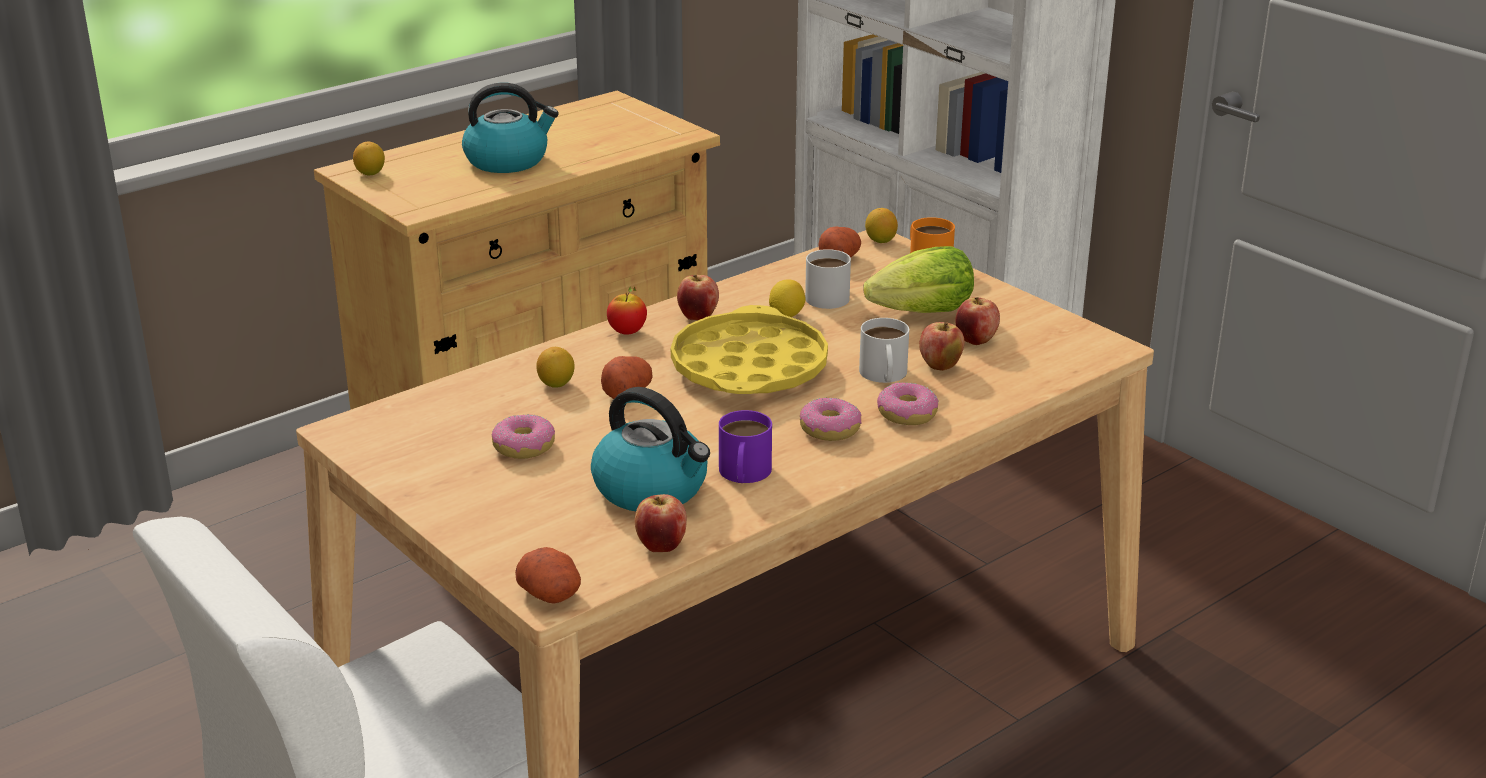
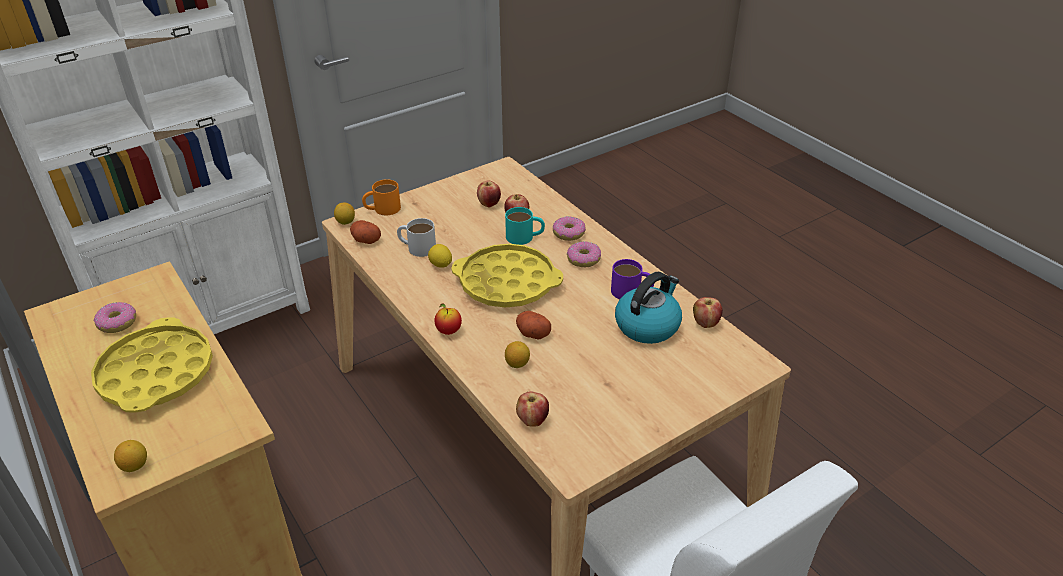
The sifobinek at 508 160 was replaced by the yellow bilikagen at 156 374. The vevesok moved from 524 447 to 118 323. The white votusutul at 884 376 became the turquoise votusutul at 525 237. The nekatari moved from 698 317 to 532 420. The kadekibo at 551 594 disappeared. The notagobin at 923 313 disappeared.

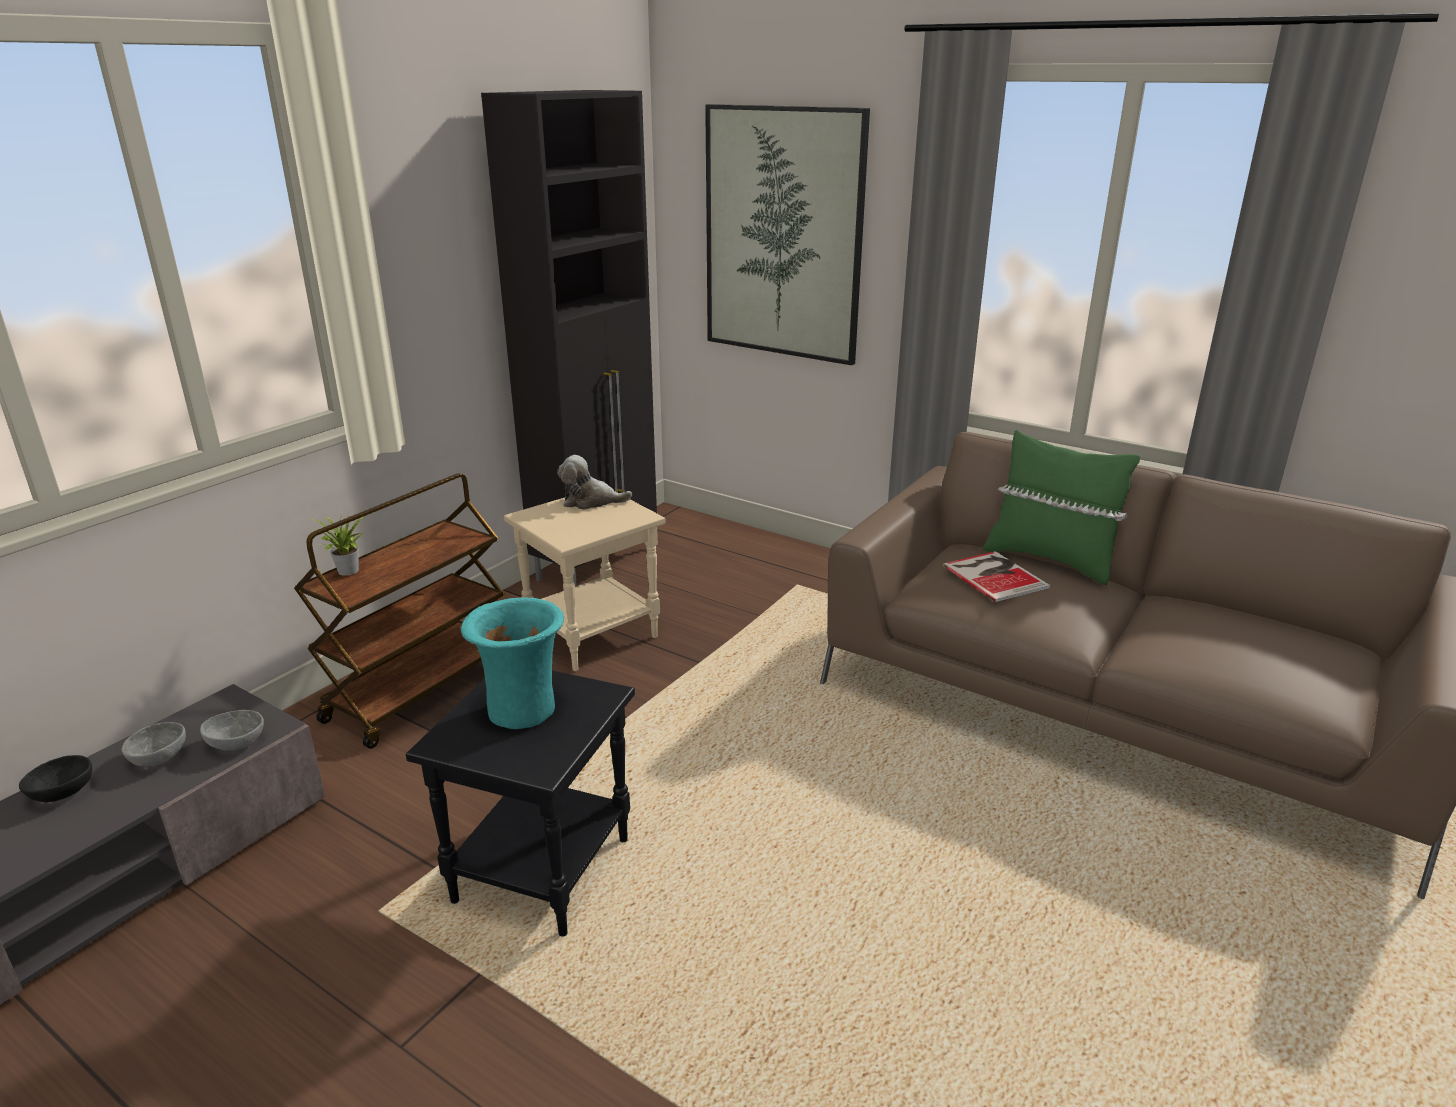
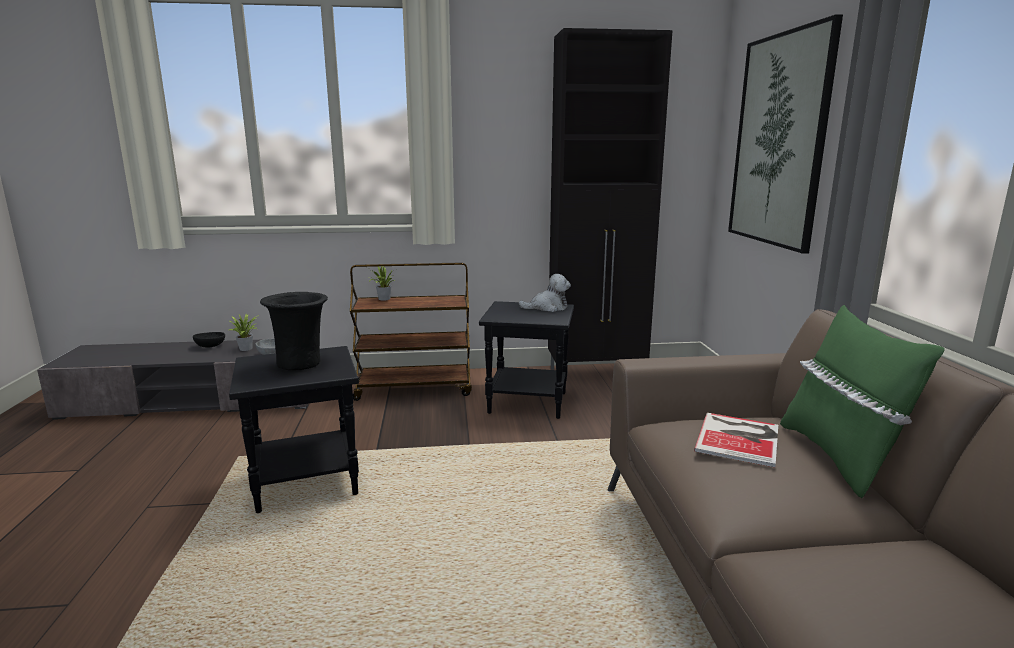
The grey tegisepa at 158 758 was replaced by the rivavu at 247 348. The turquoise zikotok at 521 710 became the black zikotok at 300 363. The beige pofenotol at 592 635 became the black pofenotol at 528 402. The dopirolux at 590 501 turned 120 degrees clockwise.

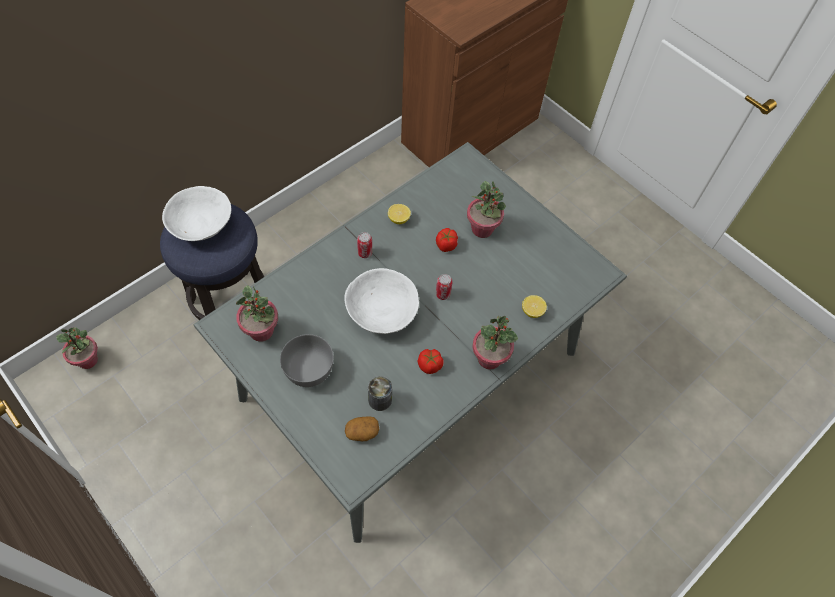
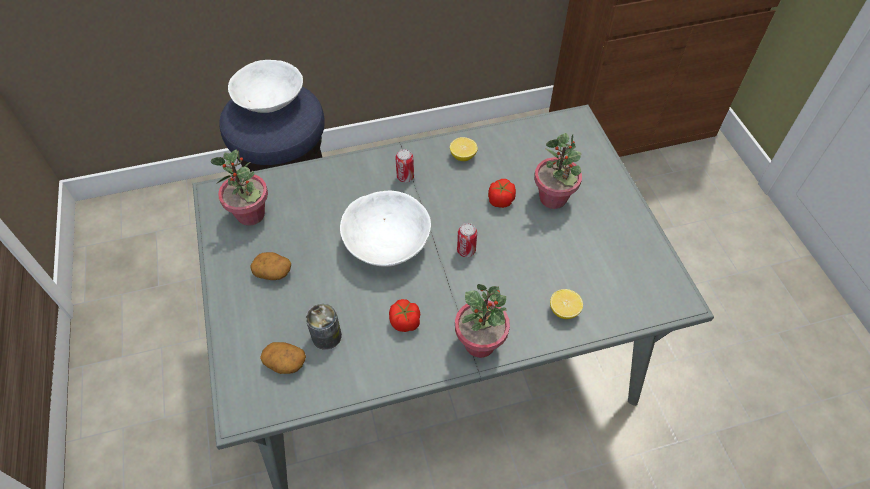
The grey tegisepa at 309 369 was replaced by the kadekibo at 273 272. The rivavu at 88 360 disappeared.

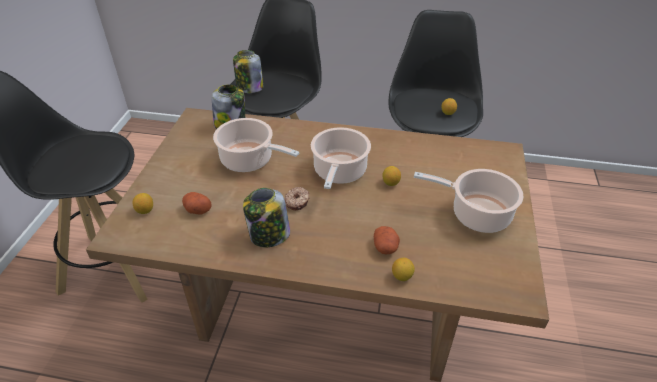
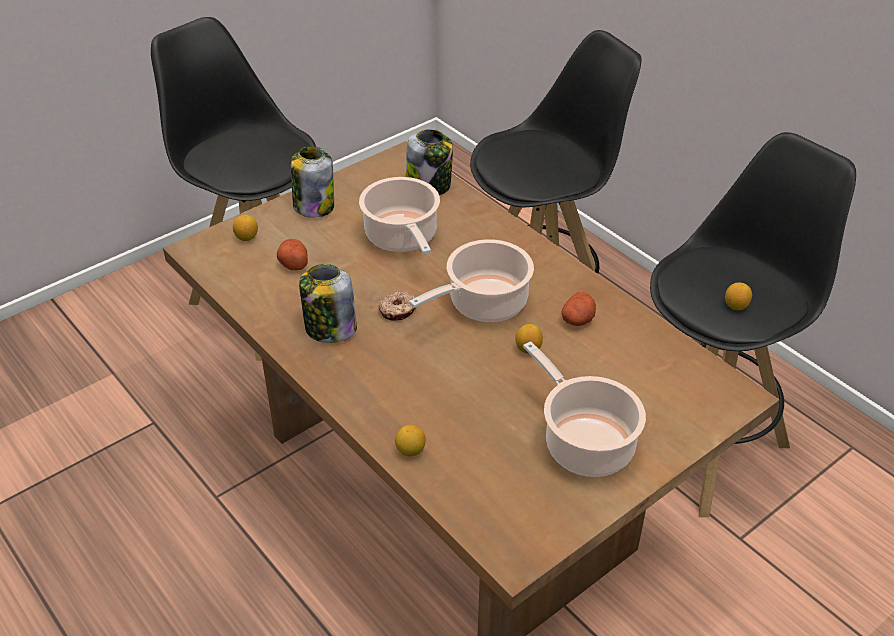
The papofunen moved from 249 88 to 313 206. The kadekibo moved from 386 247 to 578 319.

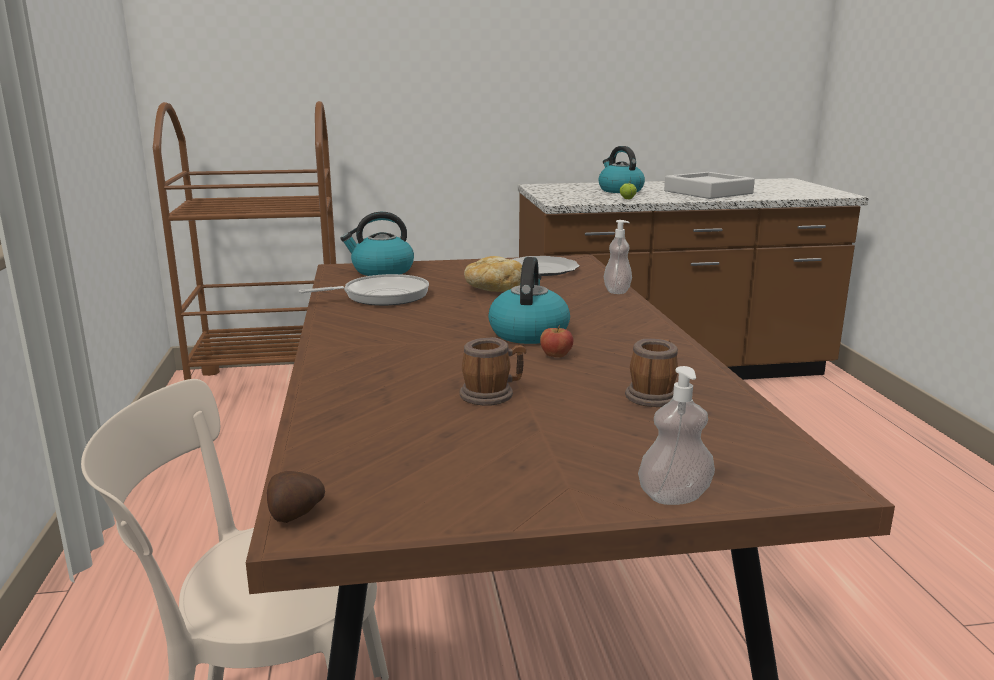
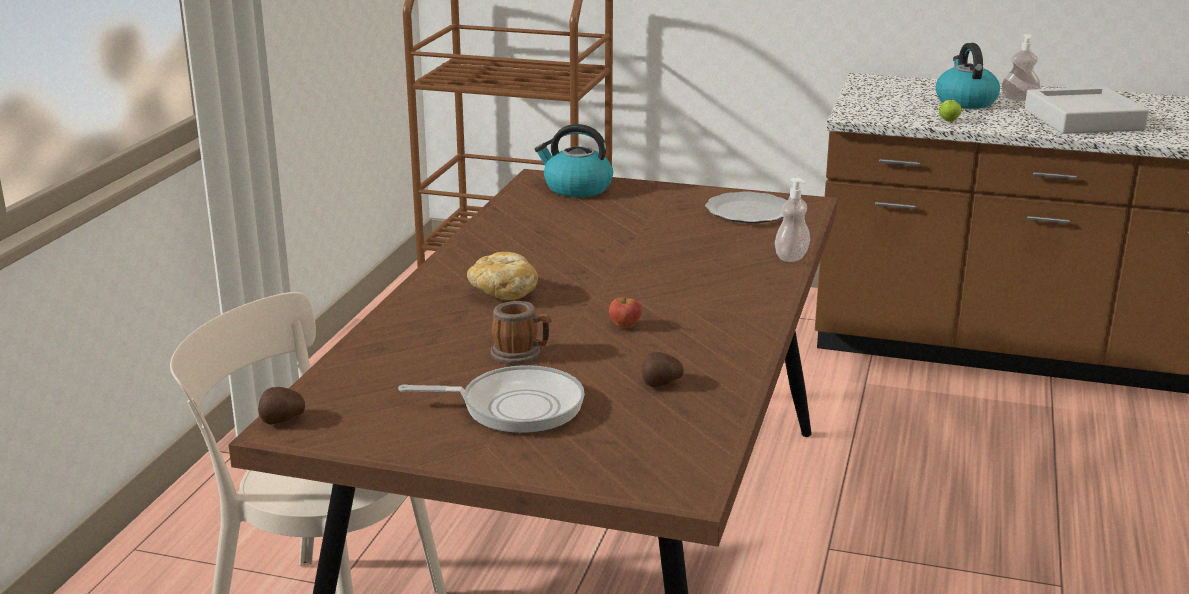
The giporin moved from 381 296 to 515 407. The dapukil moved from 492 289 to 503 293. The votusutul at 654 394 was replaced by the kadekibo at 660 384. The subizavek moved from 674 497 to 1019 99. The sifobinek at 528 333 disappeared.

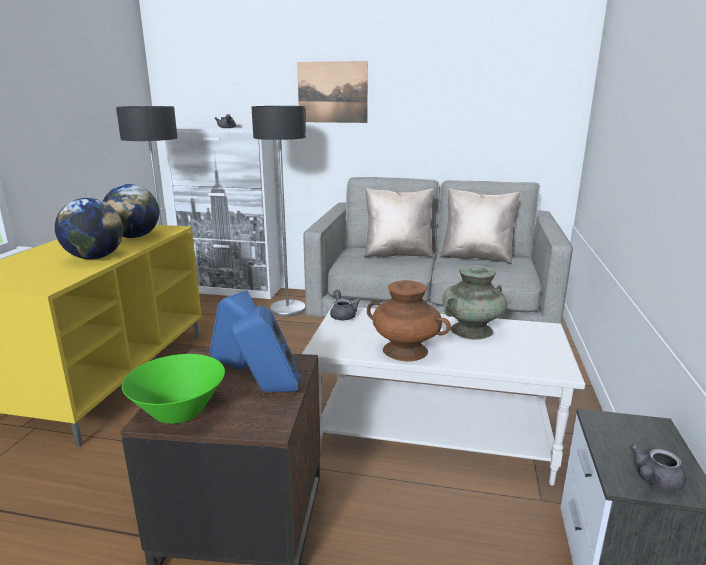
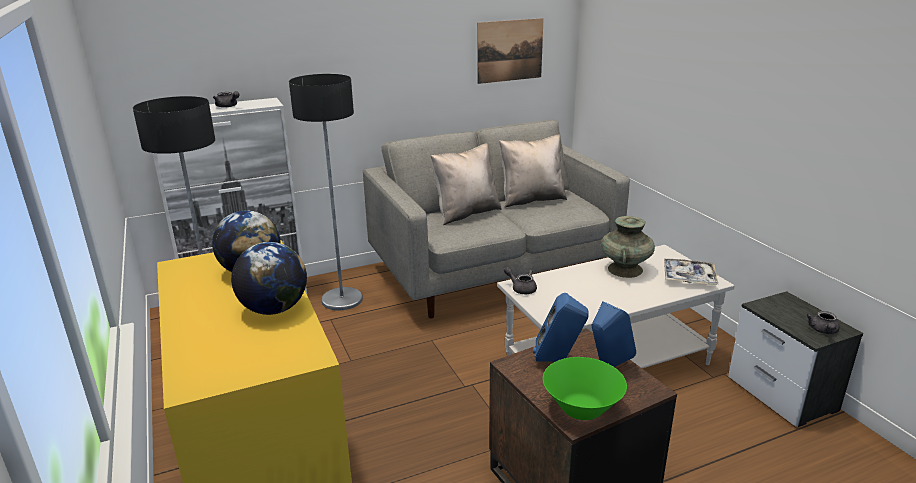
The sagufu moved from 332 92 to 510 50. The bilikagen at 688 277 appeared. The brown zikotok at 405 351 disappeared.

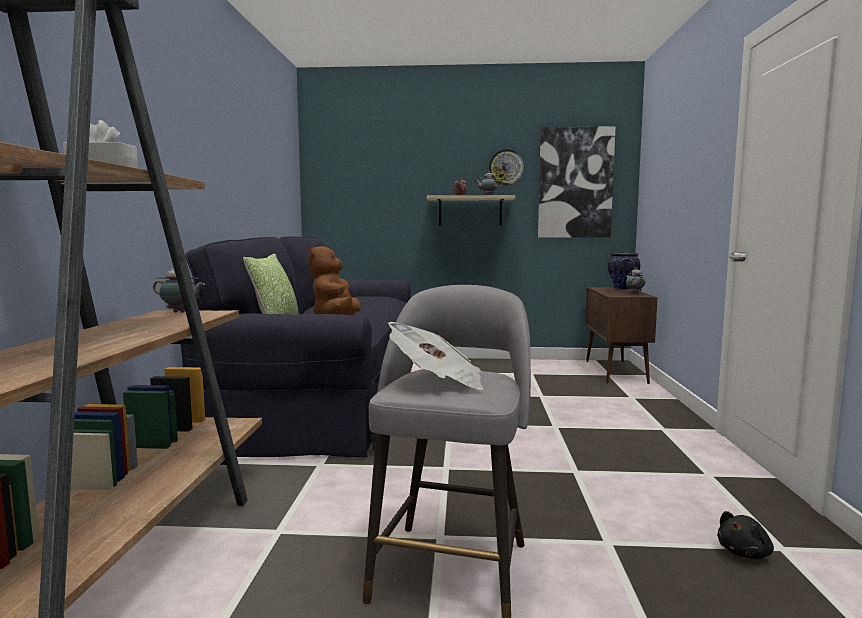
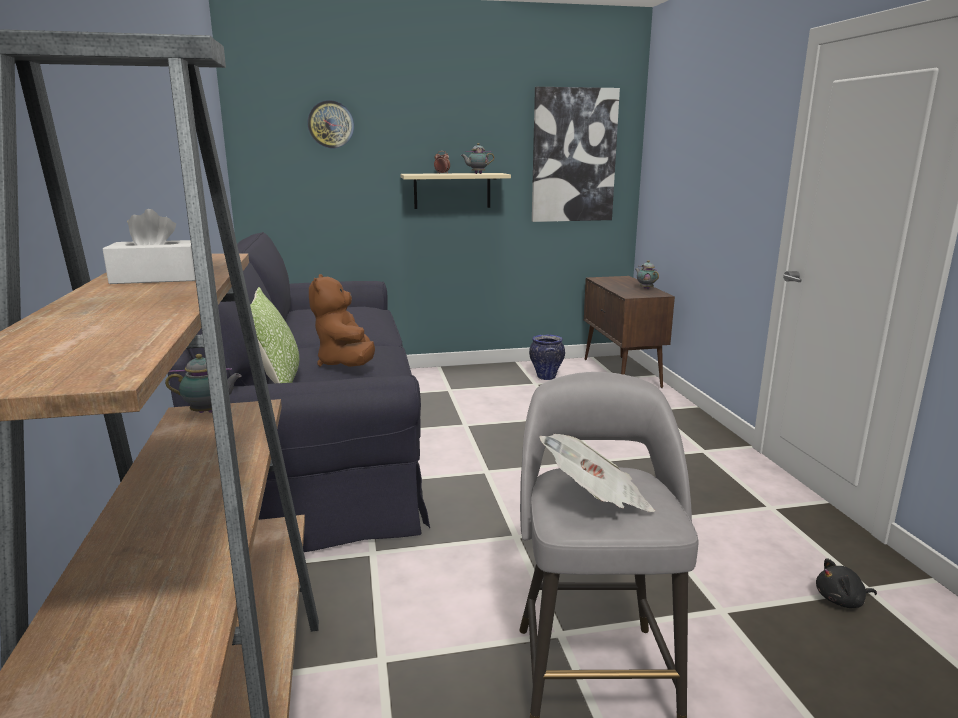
The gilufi moved from 506 167 to 331 124. The zikotok moved from 622 288 to 546 377. The black dopirolux at 745 553 turned 45 degrees clockwise.

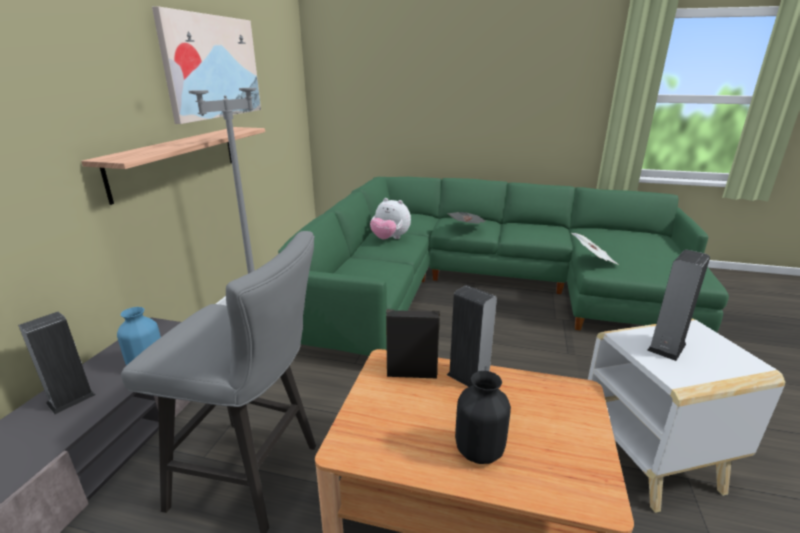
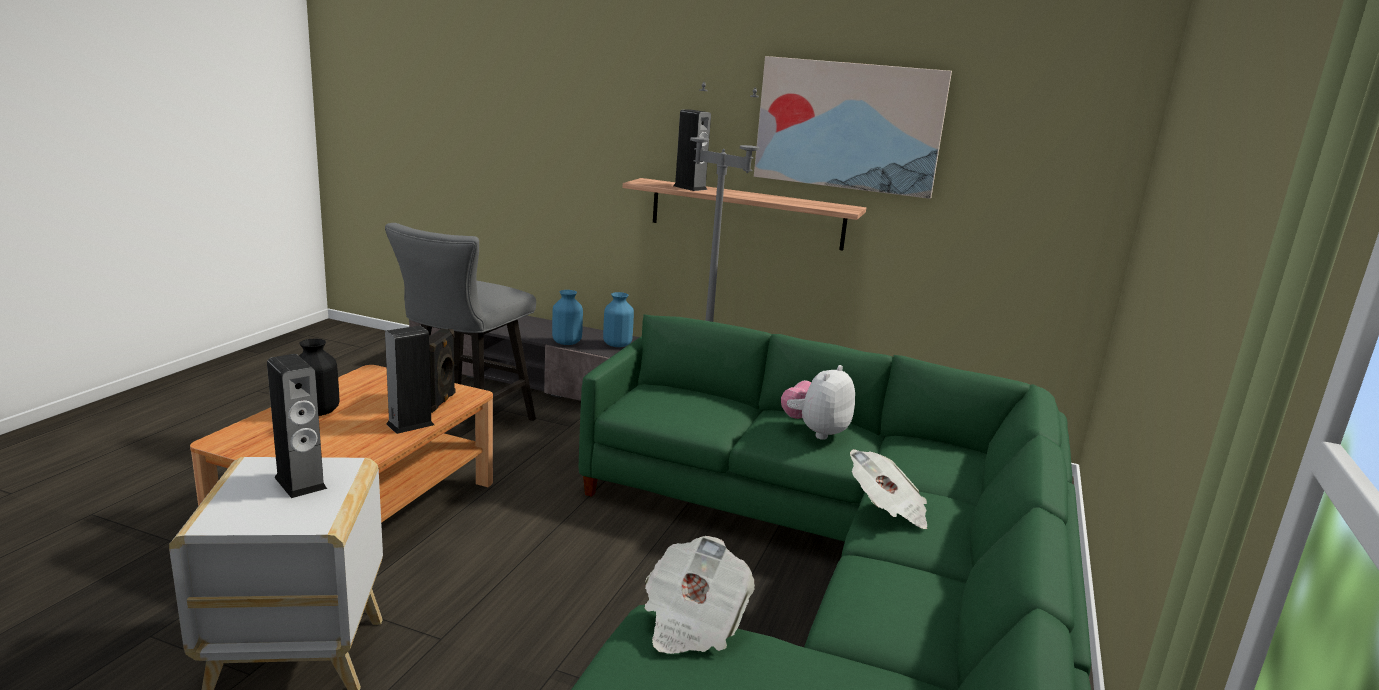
The blue zikotok at 617 345 appeared. The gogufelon moved from 71 399 to 690 187.

